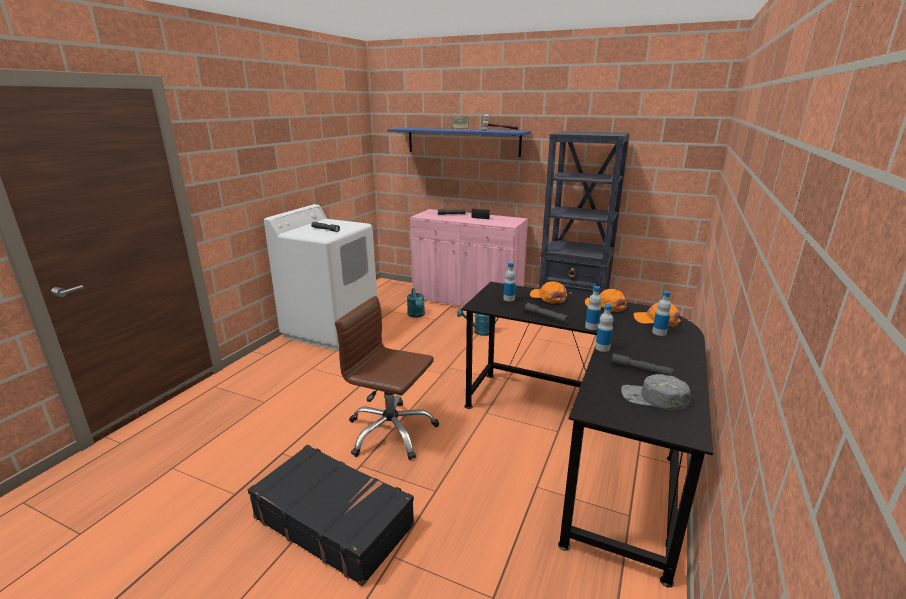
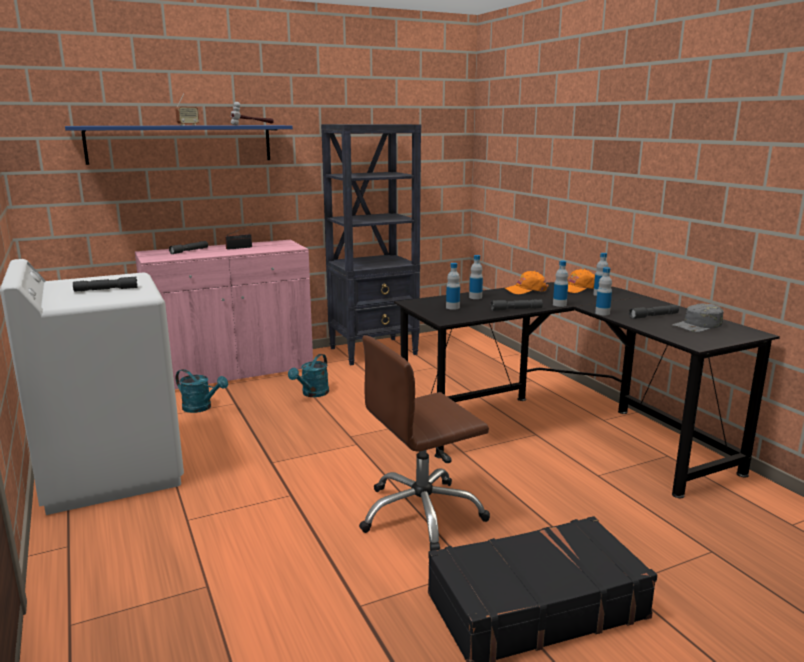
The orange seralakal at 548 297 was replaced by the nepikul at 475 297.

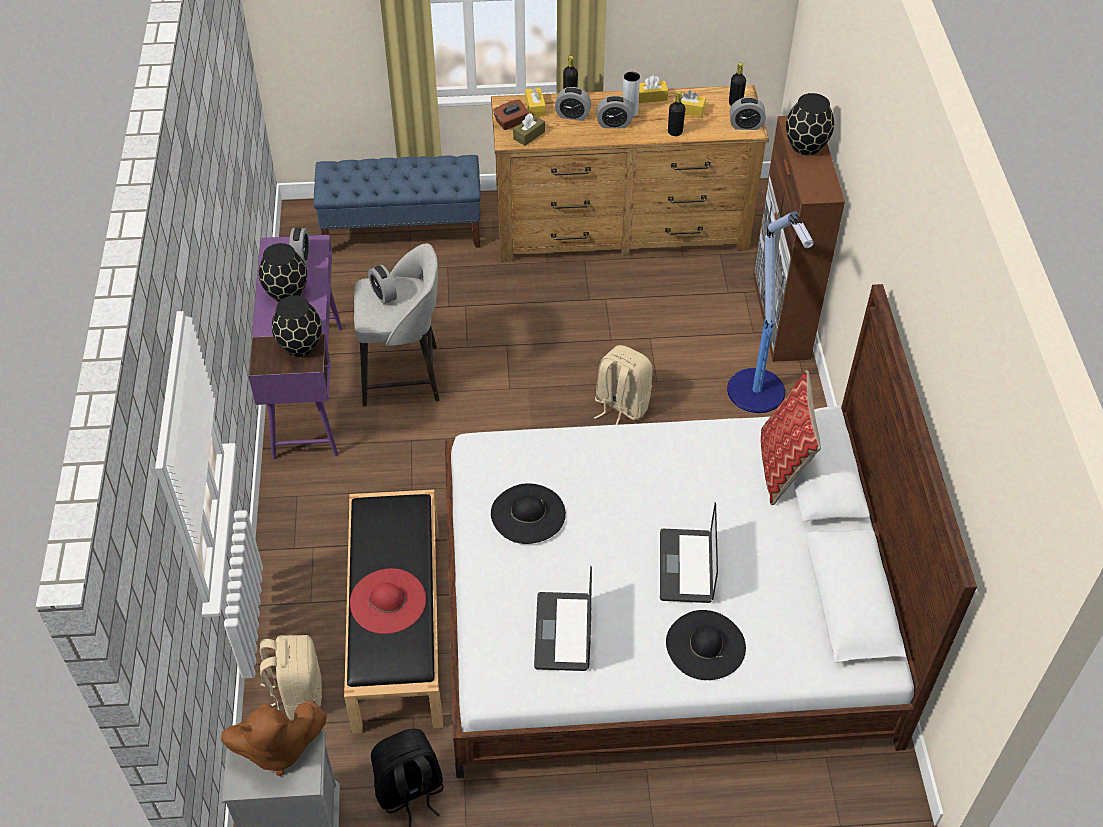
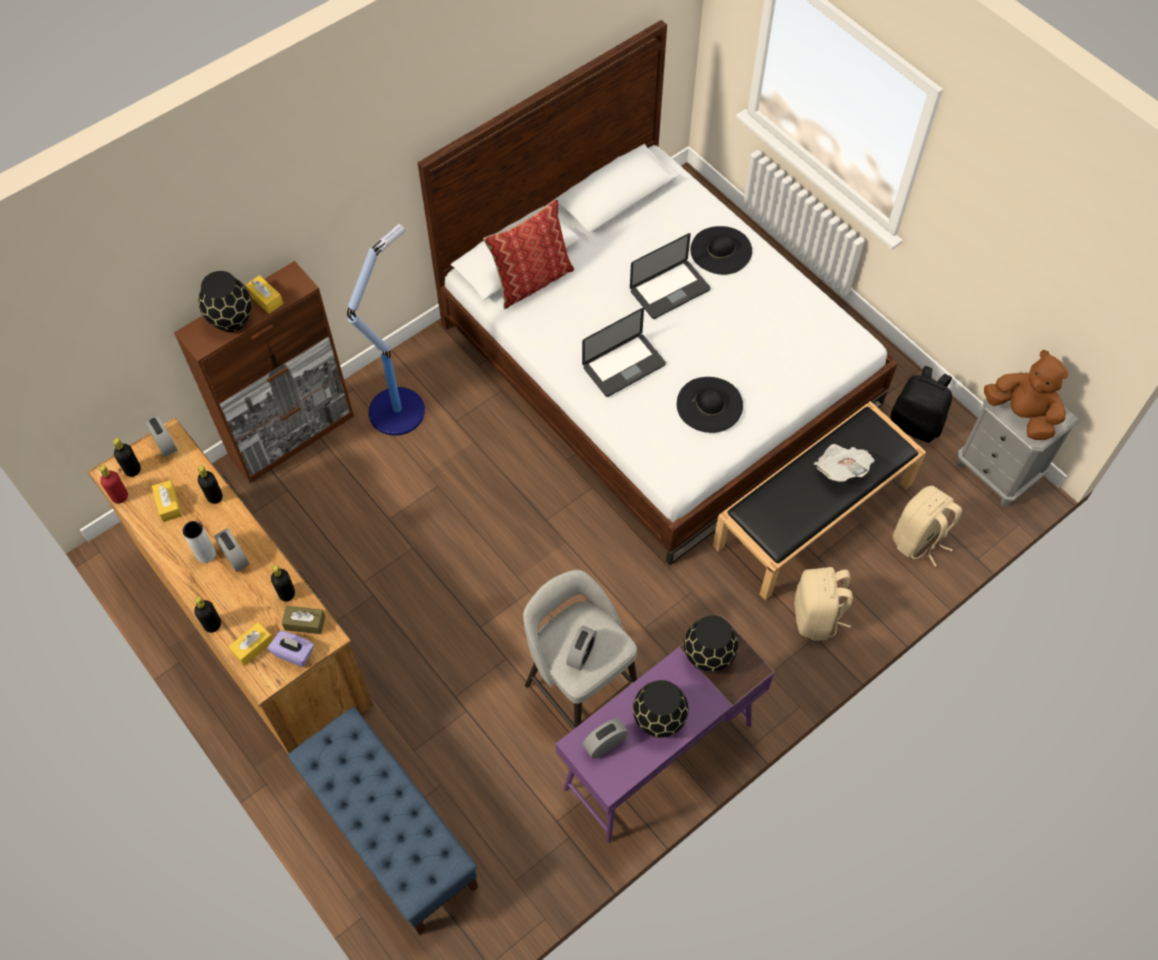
The red nepikul at 120 496 appeared. The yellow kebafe moved from 651 97 to 265 299. The brown kebafe at 511 122 became the purple kebafe at 294 653. The black nepikul at 287 594 appeared. The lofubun moved from 563 632 to 624 366. The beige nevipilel moved from 620 406 to 816 617. The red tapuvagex at 388 601 was replaced by the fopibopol at 841 469. The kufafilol at 572 115 disappeared.

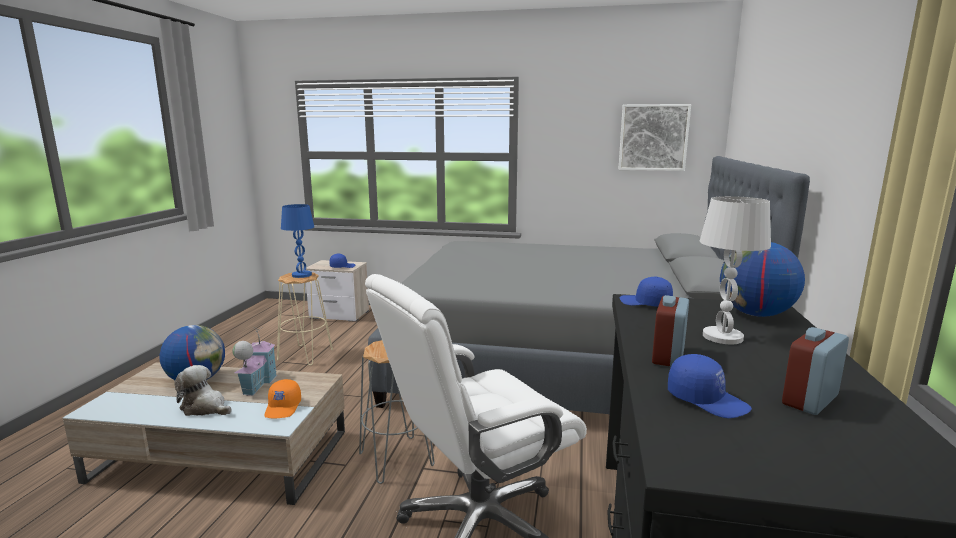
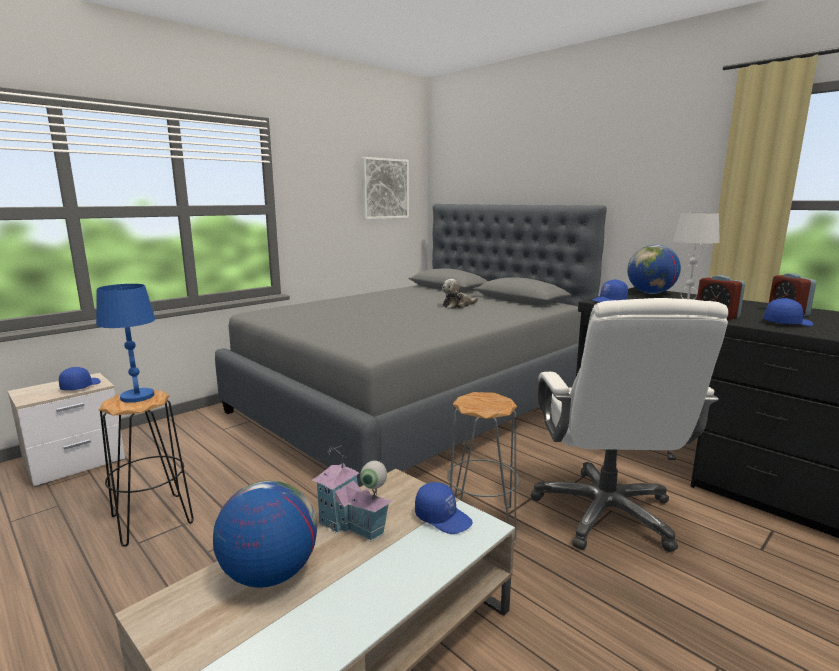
The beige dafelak at 305 355 became the black dafelak at 152 519. The orange seralakal at 283 408 became the blue seralakal at 443 518. The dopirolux moved from 205 408 to 457 305.

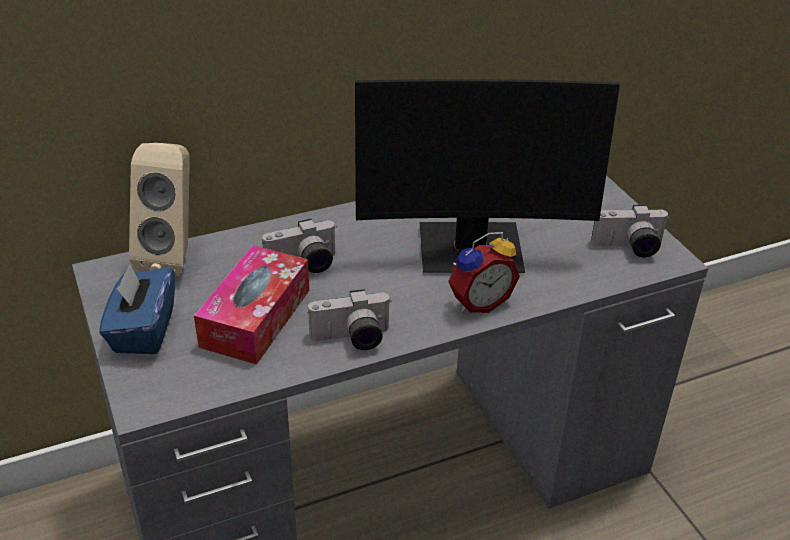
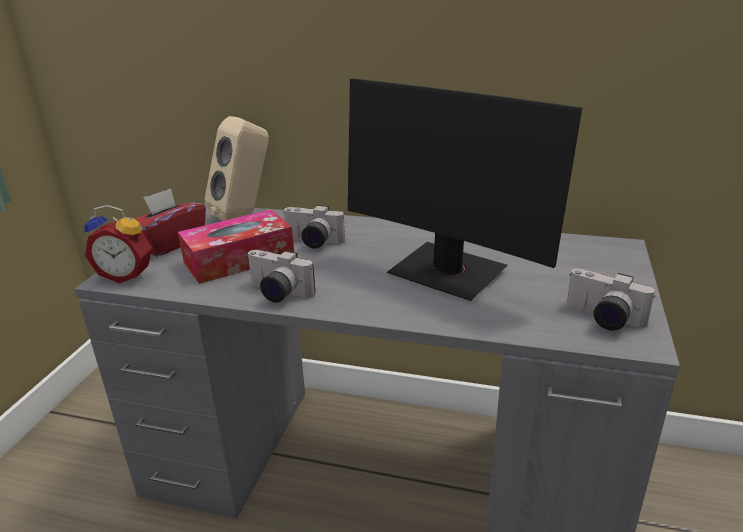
The kufafilol moved from 478 302 to 127 275. The blue kebafe at 143 330 became the red kebafe at 171 243.

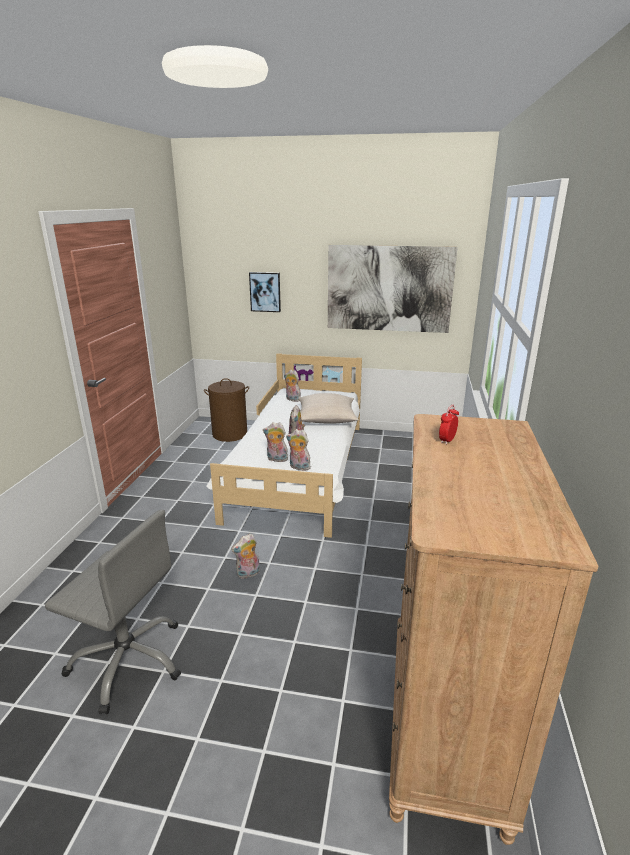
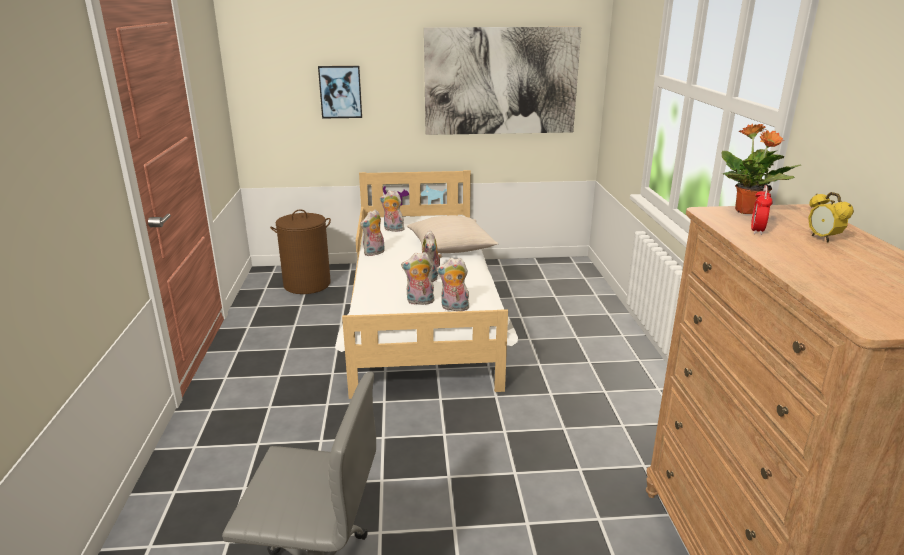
The dopirolux moved from 248 574 to 374 253. The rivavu at 748 211 appeared. The kufafilol at 822 238 appeared.

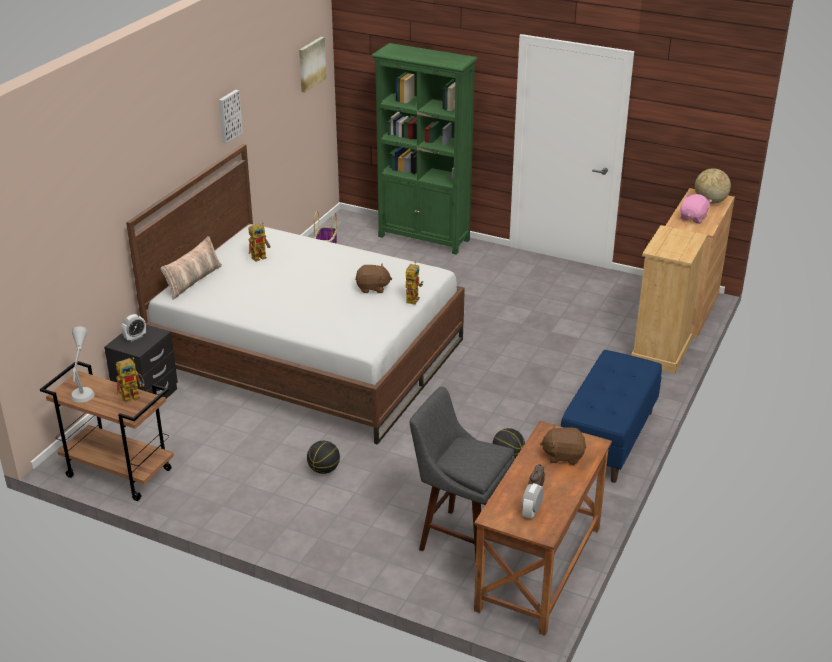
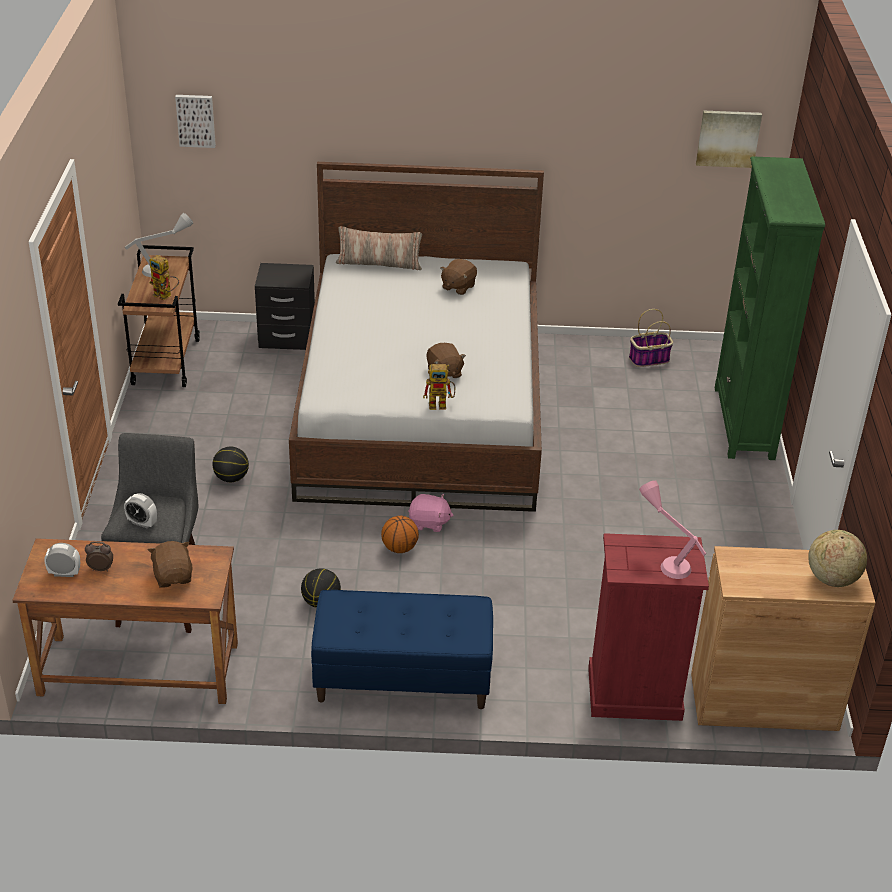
The kufafilol moved from 135 337 to 142 523. The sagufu moved from 228 116 to 196 120. The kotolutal at 399 548 appeared. The pink dopirolux moved from 693 218 to 429 523. The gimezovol at 261 256 was replaced by the brown dopirolux at 458 287. The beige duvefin at 661 352 became the red duvefin at 634 694. The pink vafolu at 666 559 appeared.

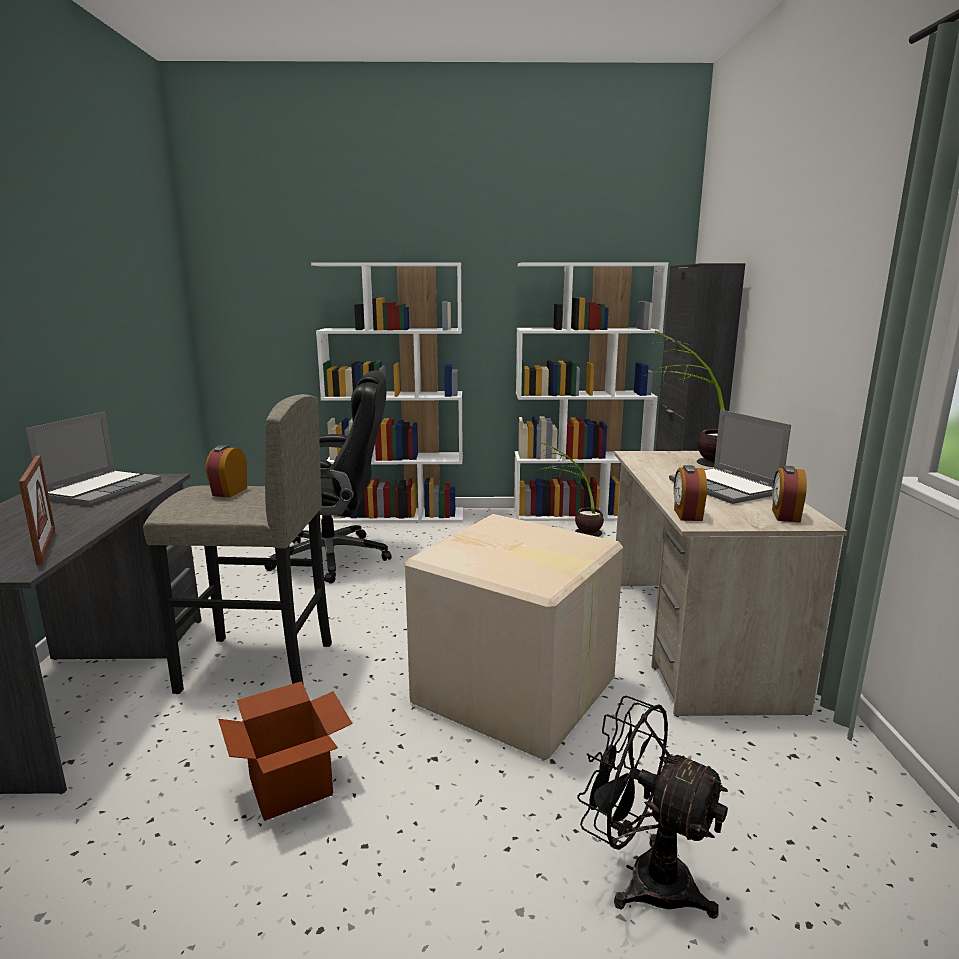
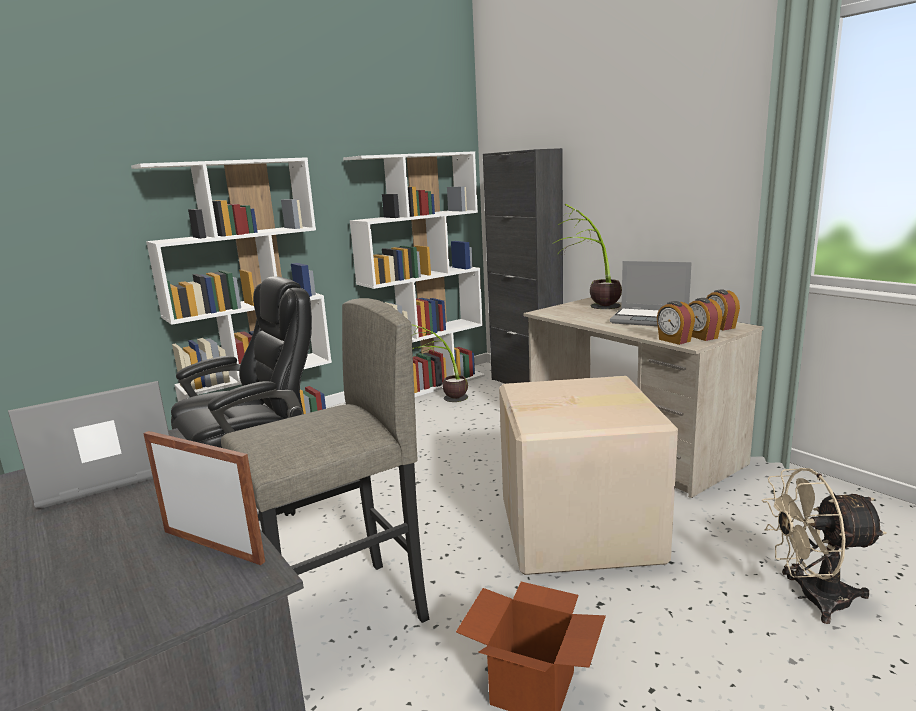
The lofubun at 102 489 turned 105 degrees counterclockwise. The kufafilol moved from 229 492 to 701 337. The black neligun at 644 876 became the beige neligun at 812 598.

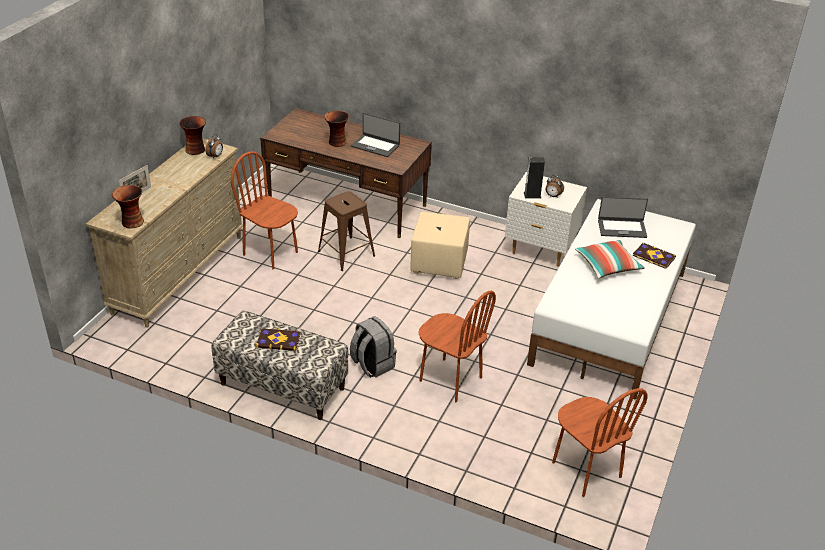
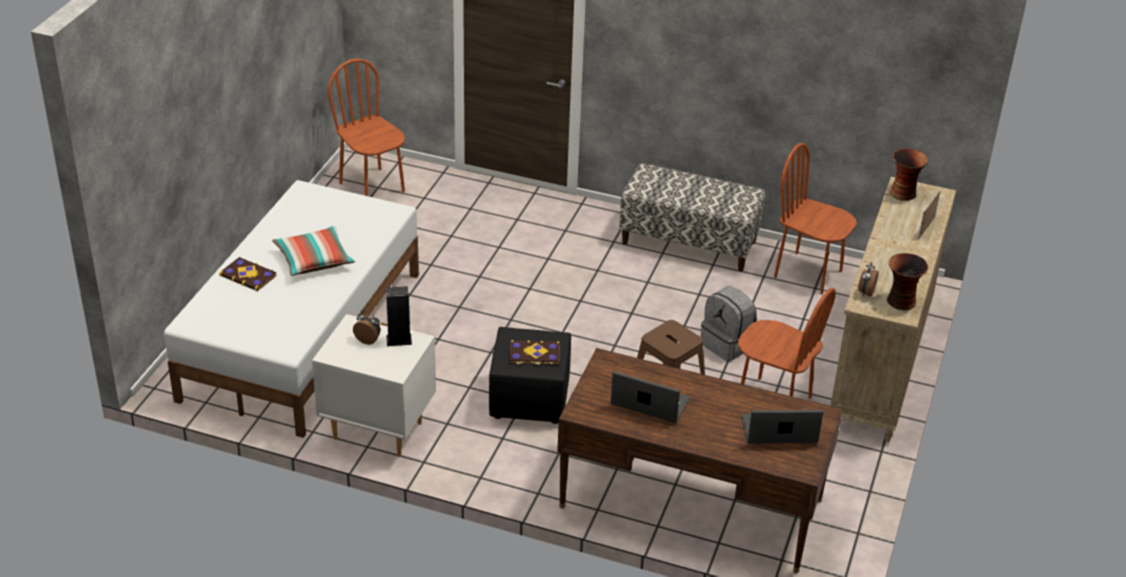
The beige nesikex at 439 263 became the black nesikex at 528 400. The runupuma moved from 278 340 to 534 354. The grey nevipilel moved from 372 365 to 727 344. The lofubun moved from 622 228 to 779 431. The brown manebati moved from 450 379 to 808 273. The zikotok at 337 142 disappeared.

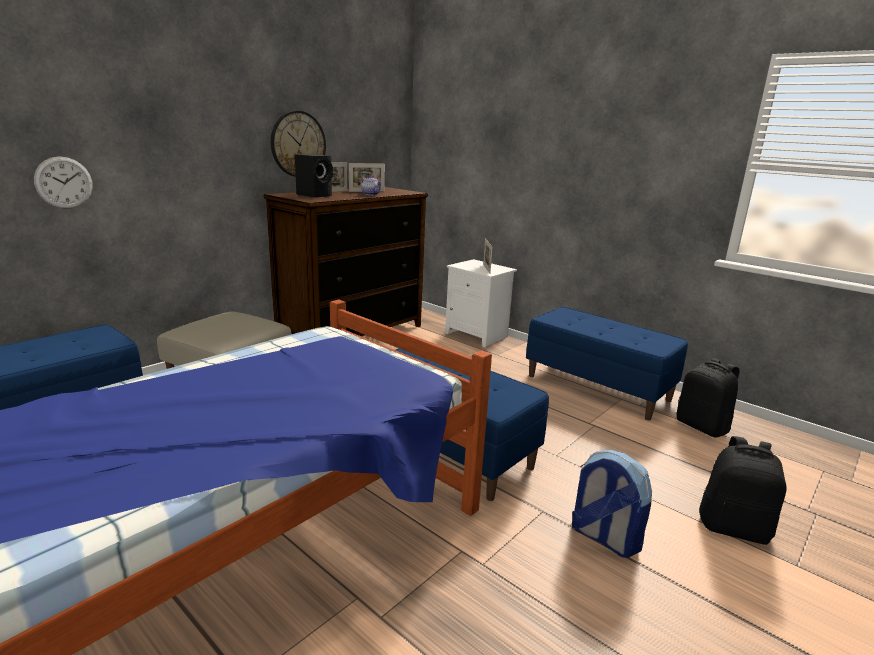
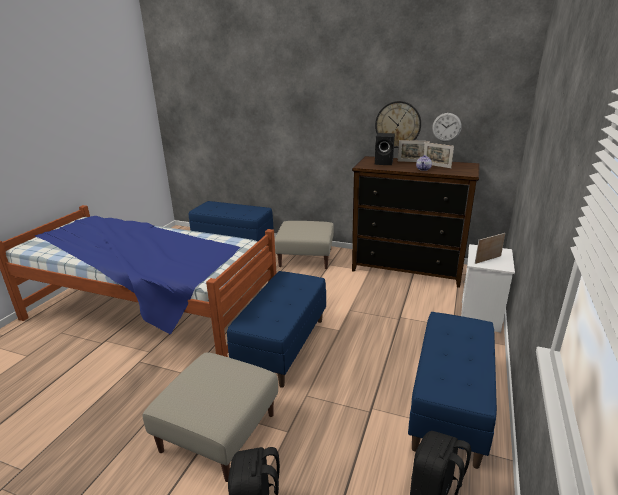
The nevipilel at 603 537 was replaced by the beige nesikex at 218 431. The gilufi moved from 64 182 to 446 127.

